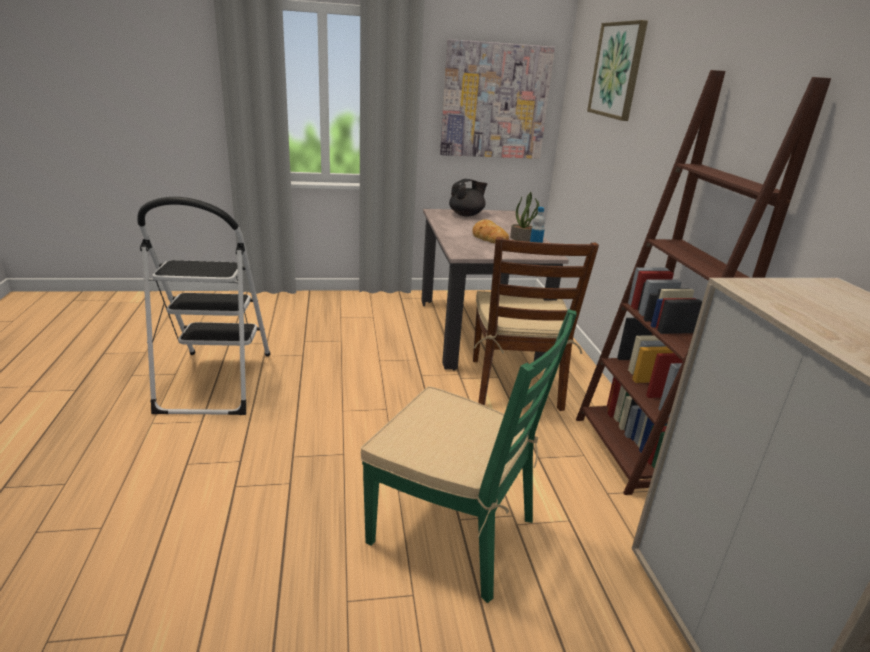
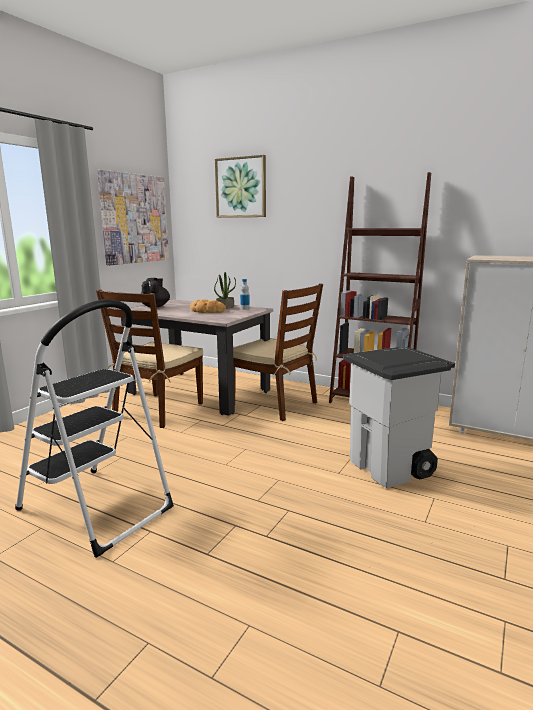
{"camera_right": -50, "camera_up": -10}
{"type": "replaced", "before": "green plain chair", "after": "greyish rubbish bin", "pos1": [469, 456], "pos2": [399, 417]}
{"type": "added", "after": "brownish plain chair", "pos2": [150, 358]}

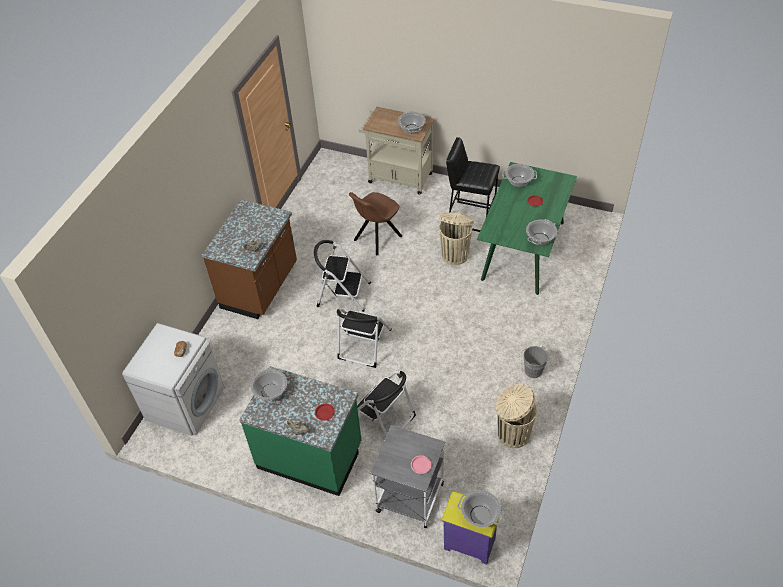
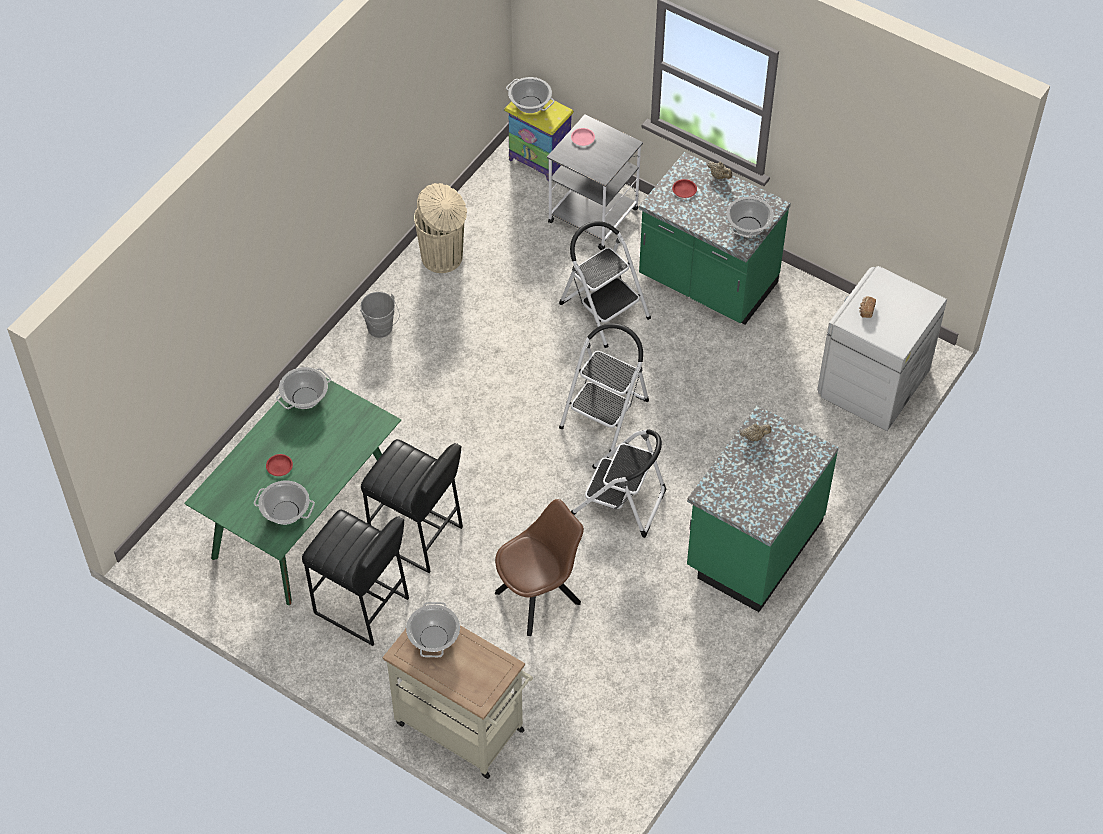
{"camera_right": -170, "camera_up": 5}
{"type": "recoloured", "before": "brownish counter", "after": "green counter", "pos1": [249, 259], "pos2": [763, 508]}
{"type": "replaced", "before": "beige rubbish bin", "after": "black-coloured stool seat", "pos1": [456, 238], "pos2": [412, 506]}

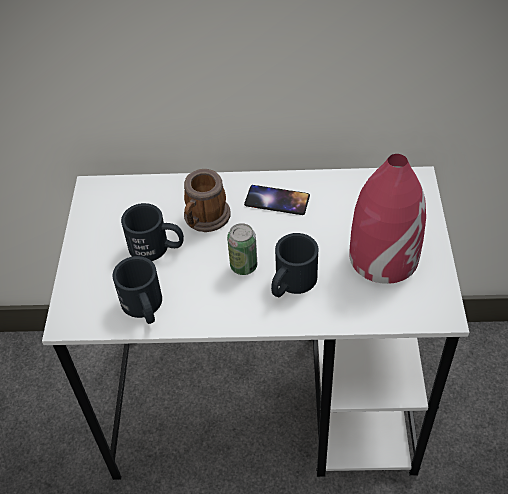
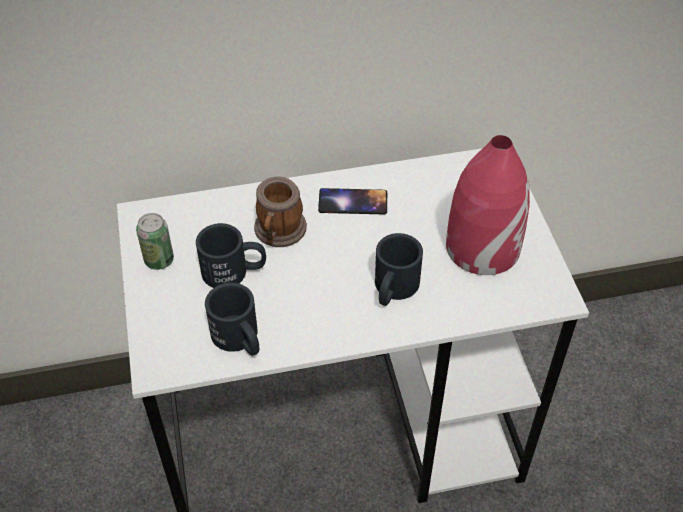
{"camera_right": -15, "camera_up": 0}
{"type": "moved", "before": "sealed can", "pos1": [242, 249], "pos2": [155, 241]}

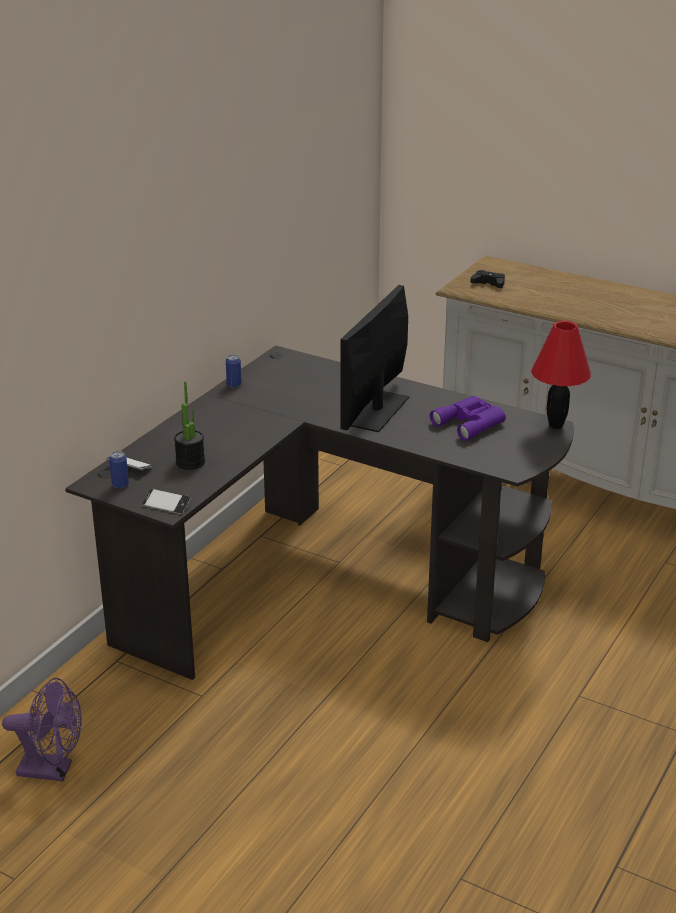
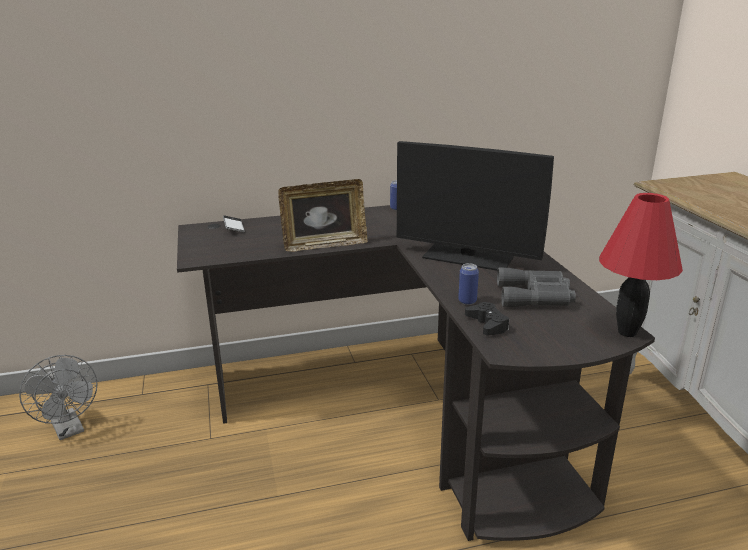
{"camera_right": 45, "camera_up": -5}
{"type": "moved", "before": "black-coloured gamepad", "pos1": [488, 279], "pos2": [487, 318]}
{"type": "turned", "before": "computer display", "pos1": [374, 358], "pos2": [475, 206], "turn": -135}
{"type": "removed", "before": "plant in a pot", "pos1": [189, 425]}
{"type": "recoloured", "before": "purple pair of binoculars", "after": "greyish pair of binoculars", "pos1": [468, 418], "pos2": [536, 287]}
{"type": "moved", "before": "sealed can", "pos1": [119, 469], "pos2": [468, 284]}
{"type": "removed", "before": "handset", "pos1": [166, 502]}
{"type": "recoloured", "before": "purple cooling fan", "after": "greyish cooling fan", "pos1": [42, 729], "pos2": [58, 397]}
{"type": "added", "after": "picture frame", "pos2": [323, 215]}

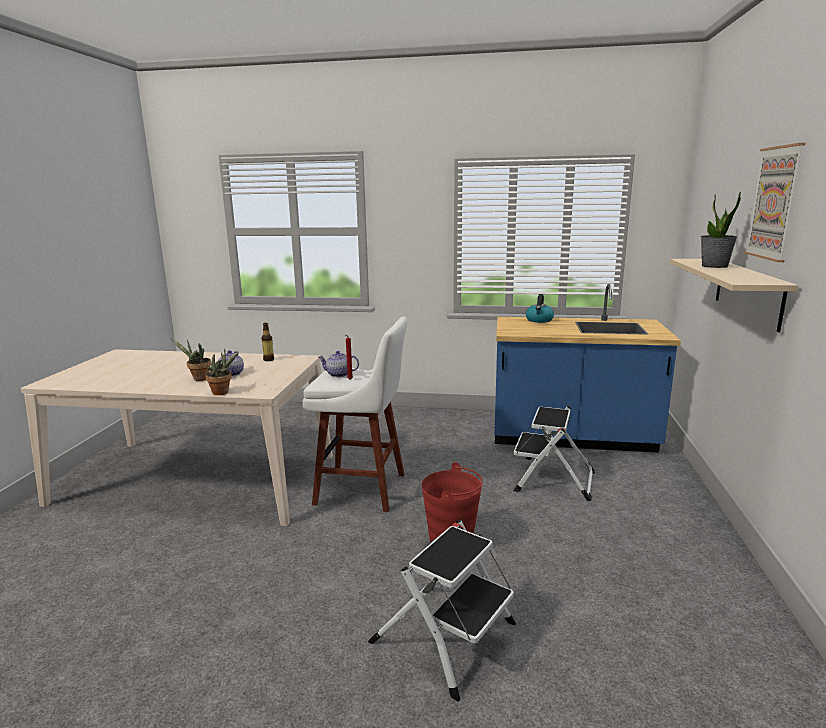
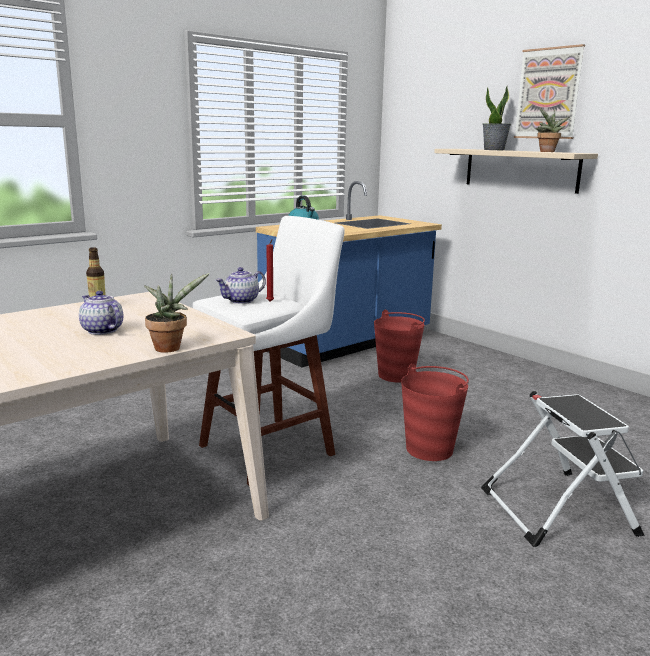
{"camera_right": -50, "camera_up": 0}
{"type": "moved", "before": "plant in a pot", "pos1": [191, 360], "pos2": [553, 129]}
{"type": "replaced", "before": "step ladder", "after": "reddish bucket", "pos1": [554, 453], "pos2": [399, 346]}

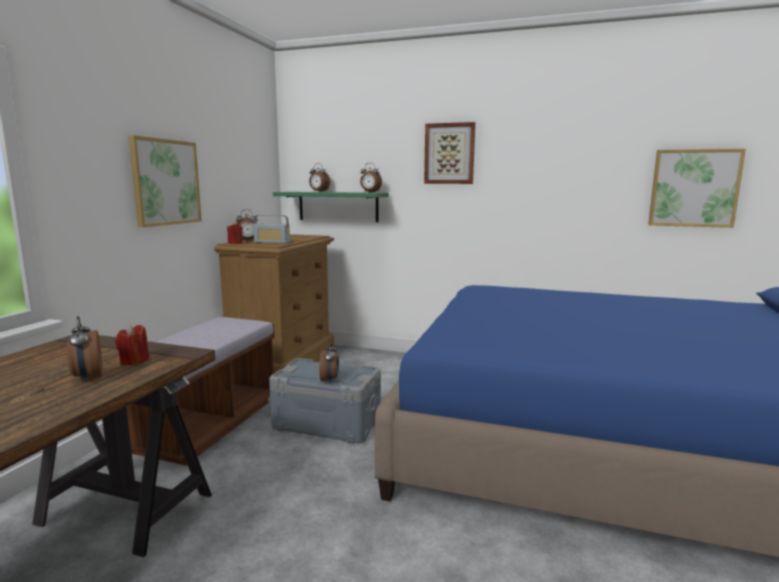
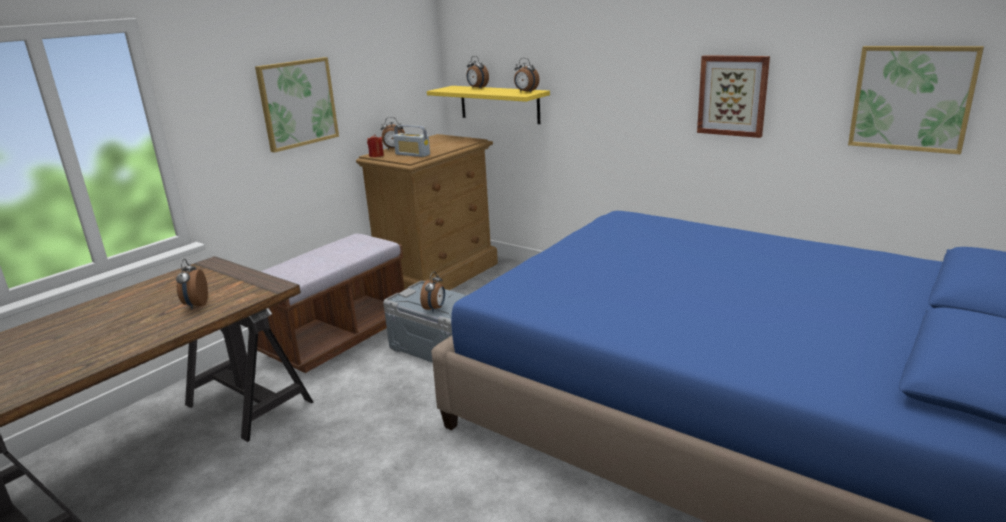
{"camera_right": 20, "camera_up": 10}
{"type": "moved", "before": "wall picture", "pos1": [449, 153], "pos2": [733, 96]}
{"type": "recoloured", "before": "green shelf", "after": "yellow-coloured shelf", "pos1": [331, 207], "pos2": [488, 105]}
{"type": "removed", "before": "reddish wax candle", "pos1": [132, 345]}

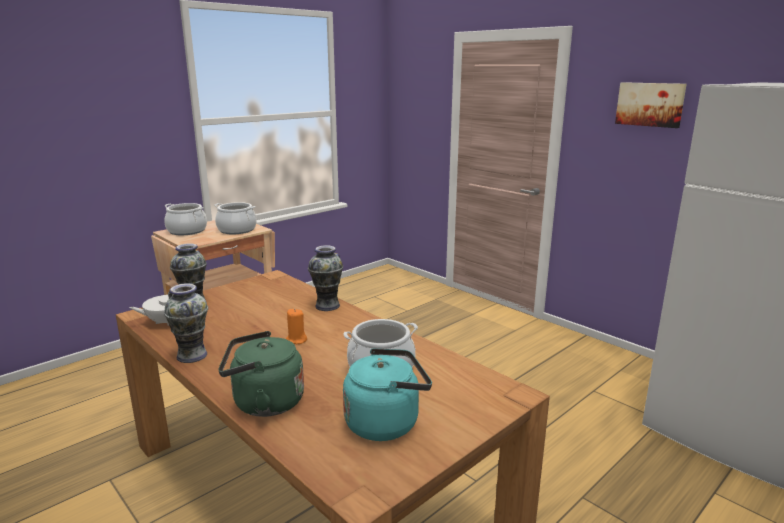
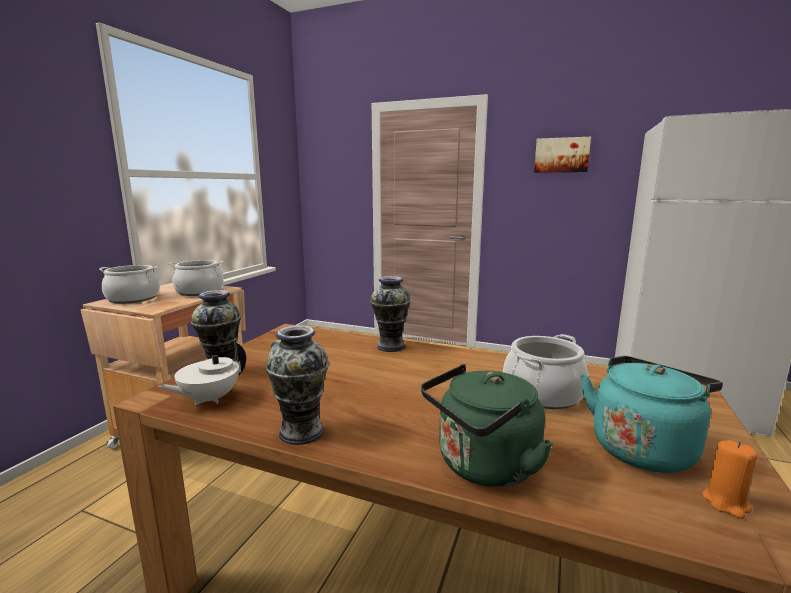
{"camera_right": -25, "camera_up": -5}
{"type": "moved", "before": "orange-coloured wax candle", "pos1": [296, 326], "pos2": [730, 479]}

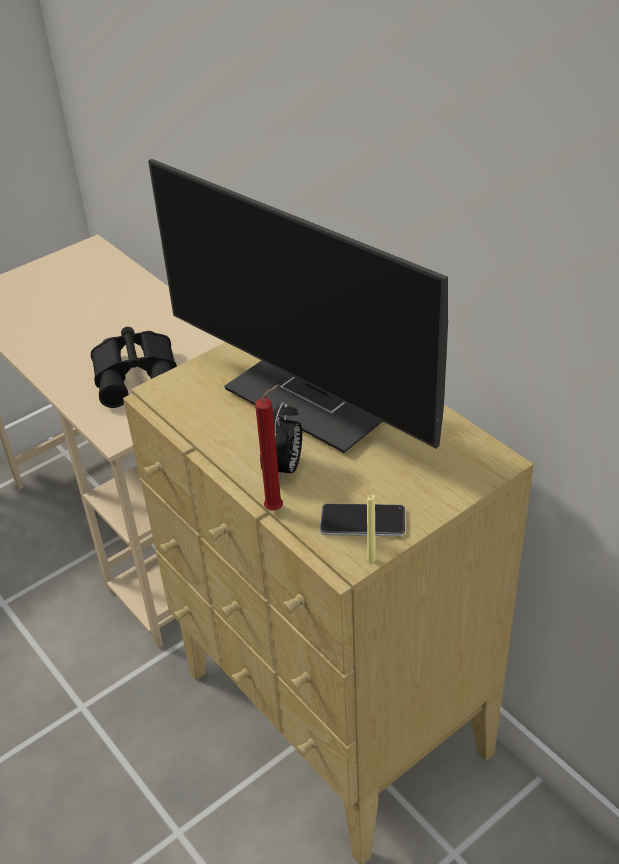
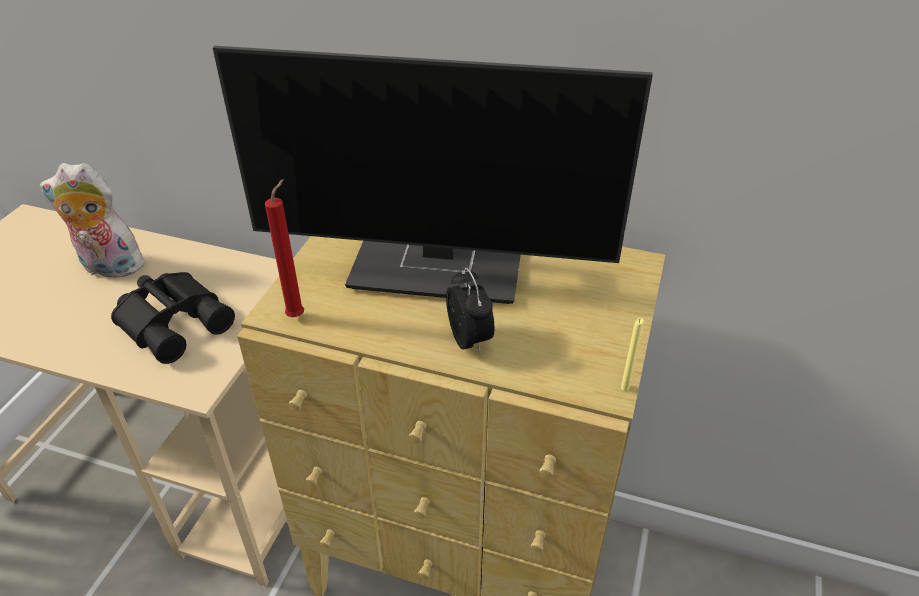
{"camera_right": -35, "camera_up": 0}
{"type": "moved", "before": "reddish wax candle", "pos1": [269, 448], "pos2": [284, 248]}
{"type": "removed", "before": "handset", "pos1": [362, 519]}
{"type": "added", "after": "plush toy", "pos2": [93, 220]}

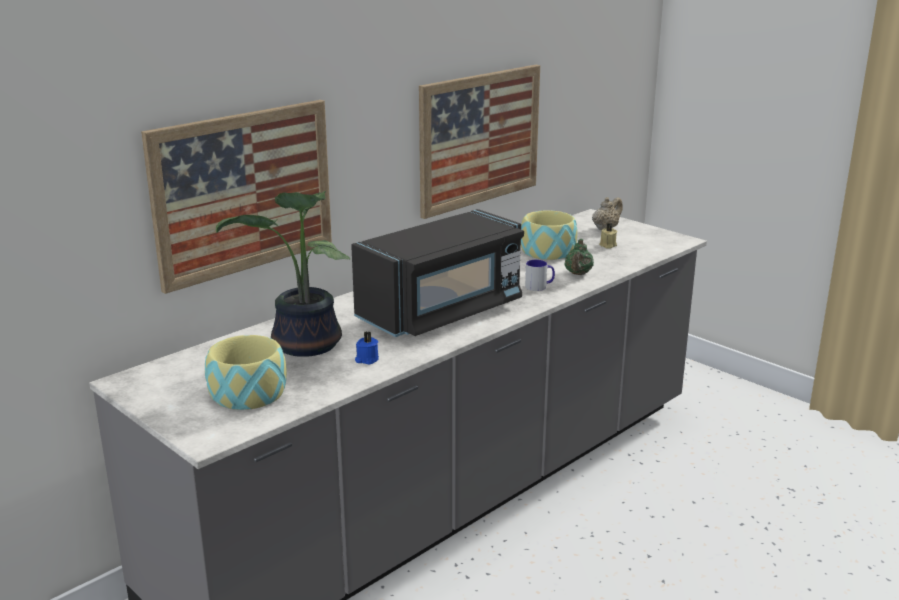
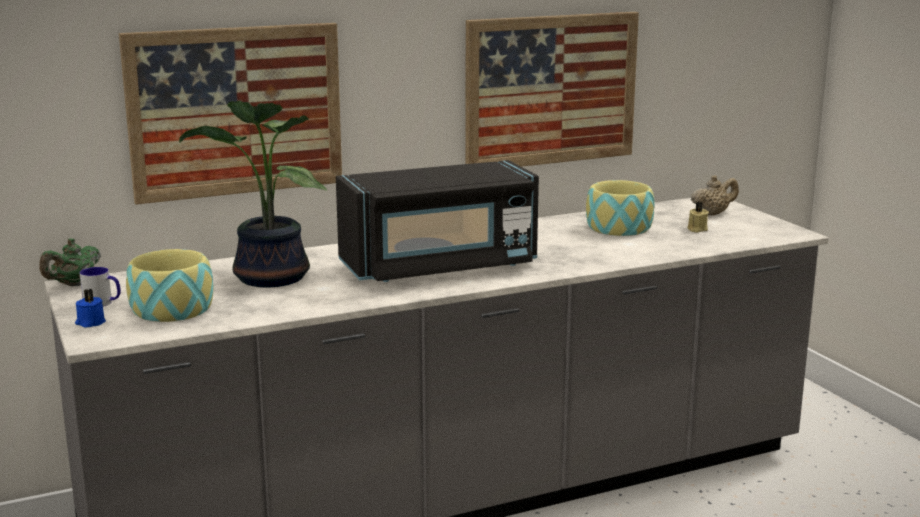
{"camera_right": 20, "camera_up": -5}
{"type": "moved", "before": "green tea pot", "pos1": [579, 257], "pos2": [70, 262]}
{"type": "moved", "before": "mug", "pos1": [540, 275], "pos2": [100, 287]}
{"type": "moved", "before": "blue wax candle", "pos1": [367, 348], "pos2": [90, 308]}

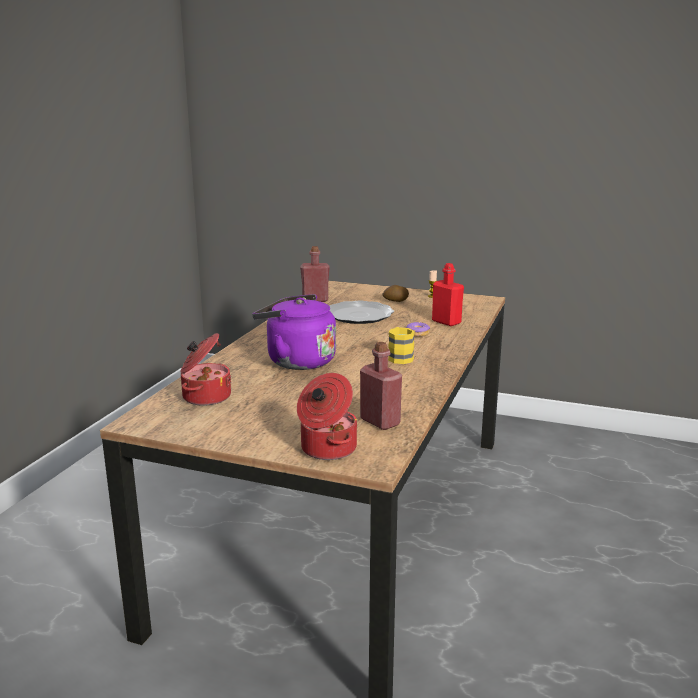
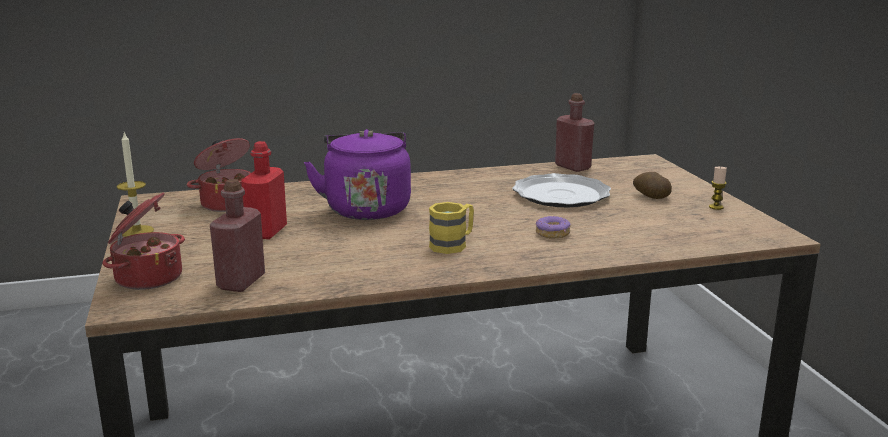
{"camera_right": 55, "camera_up": 0}
{"type": "moved", "before": "reddish beverage bottle", "pos1": [448, 294], "pos2": [264, 190]}
{"type": "added", "after": "wax candle", "pos2": [135, 185]}

